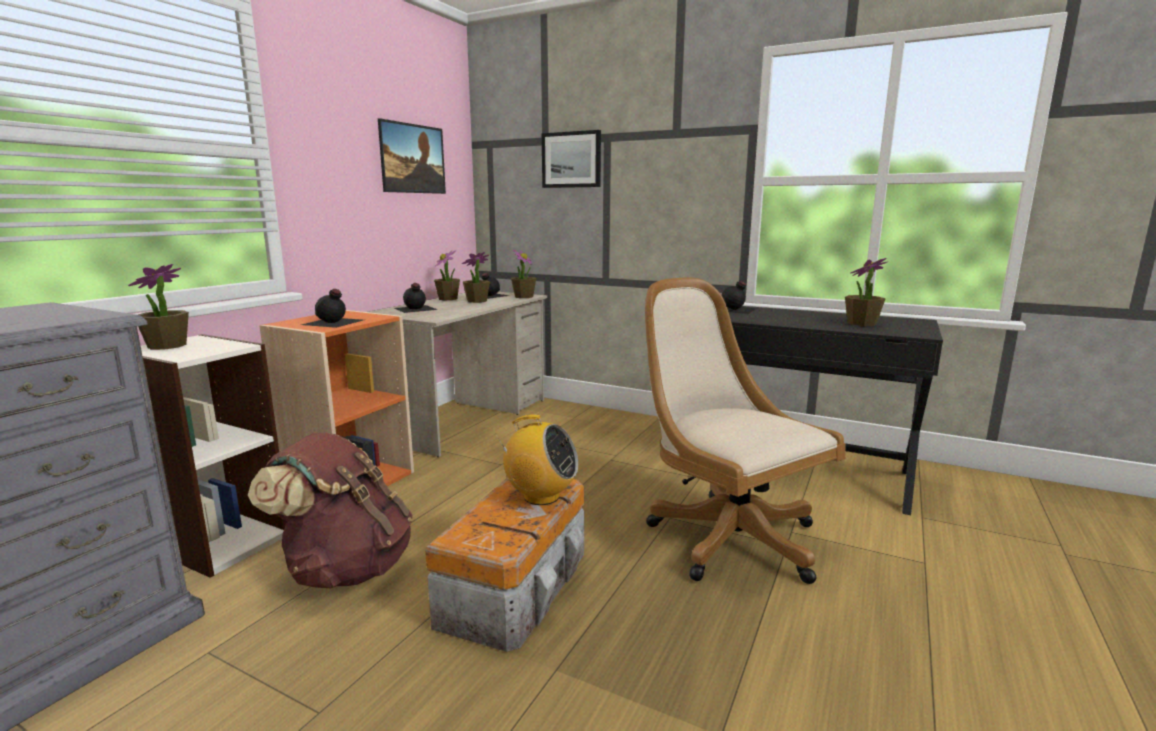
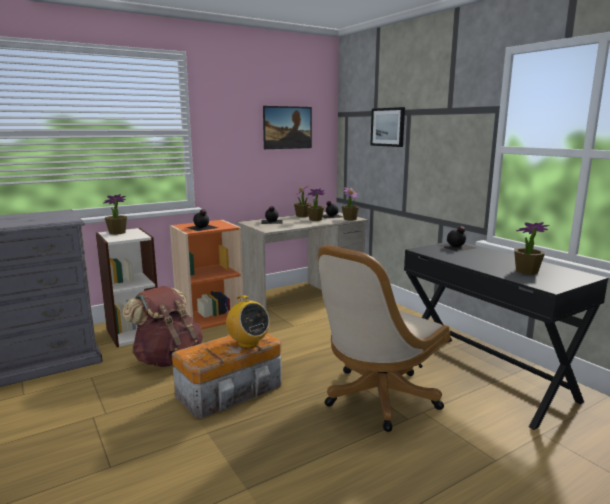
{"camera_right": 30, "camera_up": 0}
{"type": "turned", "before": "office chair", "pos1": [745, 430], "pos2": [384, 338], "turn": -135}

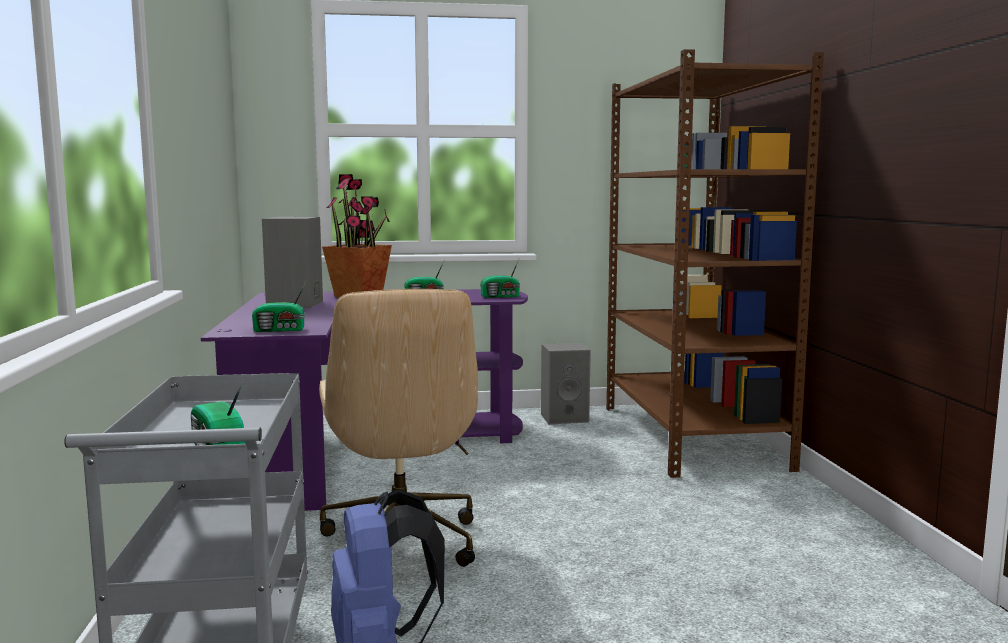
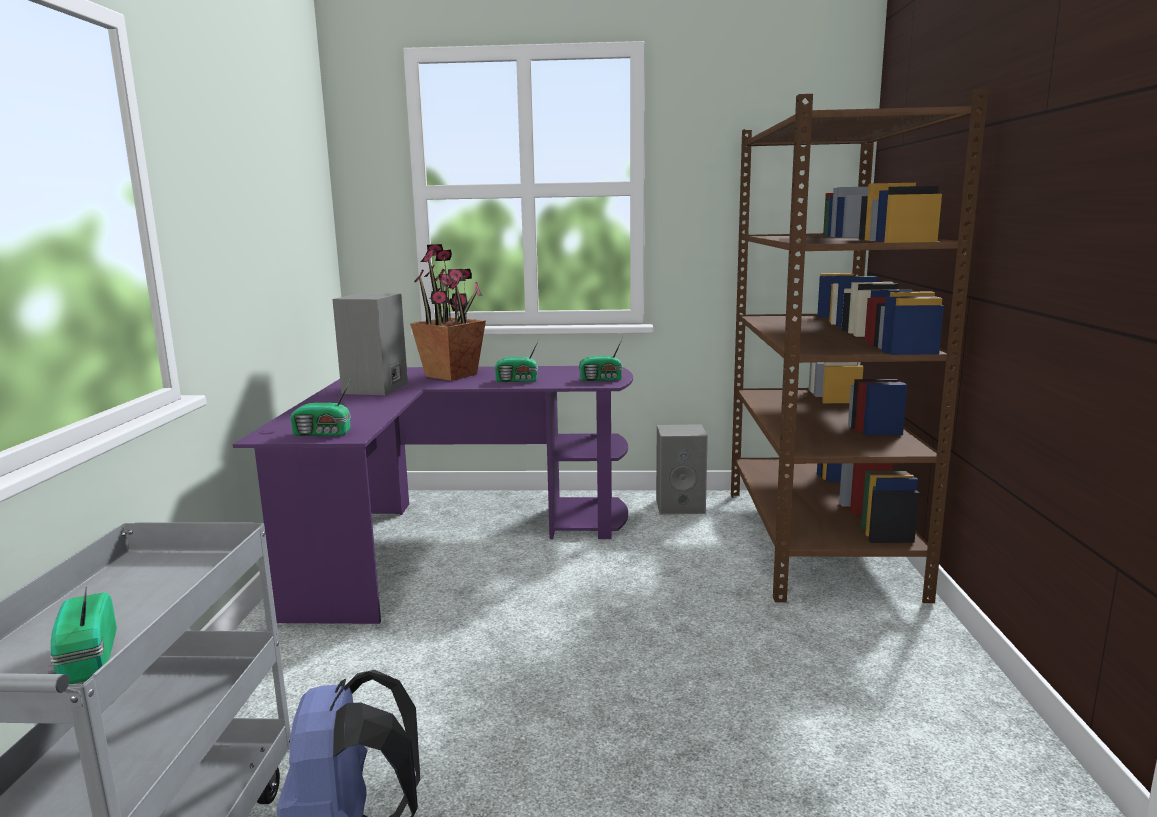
{"camera_right": 10, "camera_up": 5}
{"type": "removed", "before": "beige office chair", "pos1": [398, 428]}

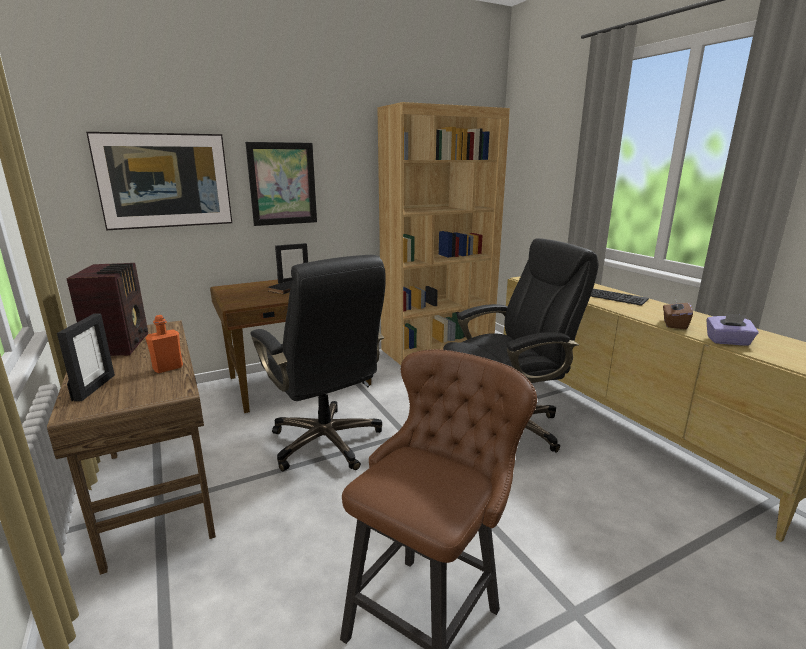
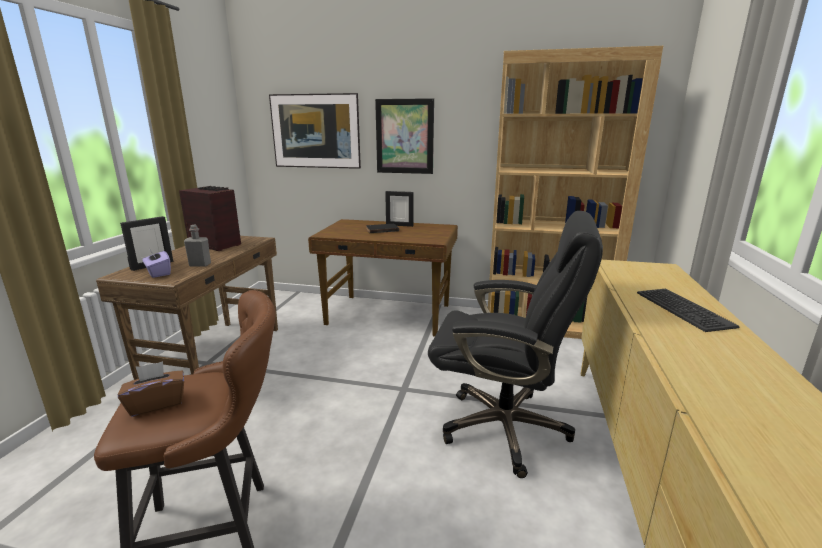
{"camera_right": 40, "camera_up": 0}
{"type": "removed", "before": "black-coloured office chair", "pos1": [318, 363]}
{"type": "turned", "before": "radio", "pos1": [107, 309], "pos2": [210, 218], "turn": -90}
{"type": "moved", "before": "brownish tissue holder", "pos1": [678, 313], "pos2": [151, 389]}
{"type": "moved", "before": "purple tissue holder", "pos1": [733, 329], "pos2": [156, 263]}
{"type": "recoloured", "before": "orange-coloured beverage bottle", "after": "greyish beverage bottle", "pos1": [164, 344], "pos2": [197, 246]}

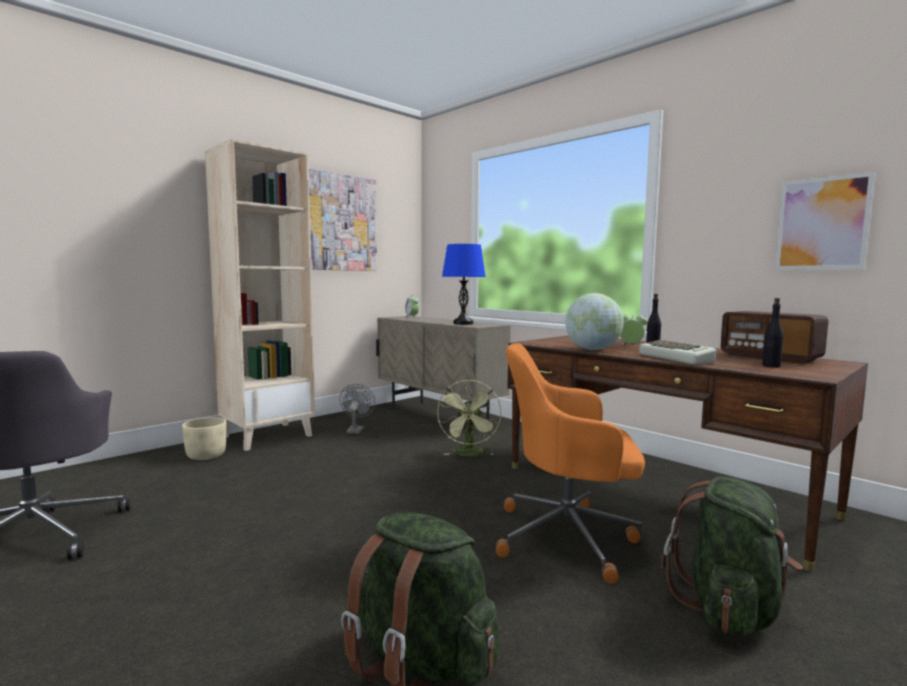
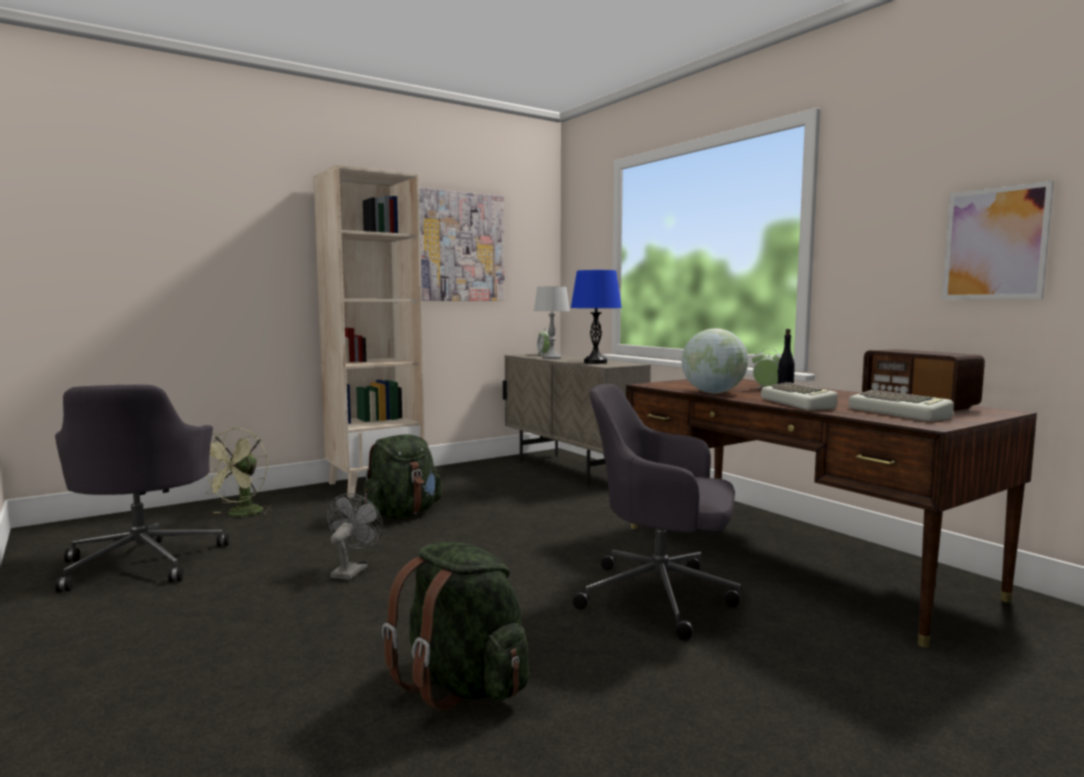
{"camera_right": 10, "camera_up": 0}
{"type": "replaced", "before": "black-coloured beverage bottle", "after": "computer keyboard", "pos1": [772, 333], "pos2": [901, 405]}
{"type": "recoloured", "before": "orange-coloured office chair", "after": "greyish office chair", "pos1": [570, 463], "pos2": [657, 512]}
{"type": "moved", "before": "green cooling fan", "pos1": [469, 418], "pos2": [240, 472]}
{"type": "moved", "before": "greyish cooling fan", "pos1": [357, 409], "pos2": [355, 536]}
{"type": "removed", "before": "beige planter", "pos1": [204, 438]}
{"type": "moved", "before": "green knapsack", "pos1": [732, 556], "pos2": [402, 476]}
{"type": "added", "after": "greyish tabletop lamp", "pos2": [552, 322]}

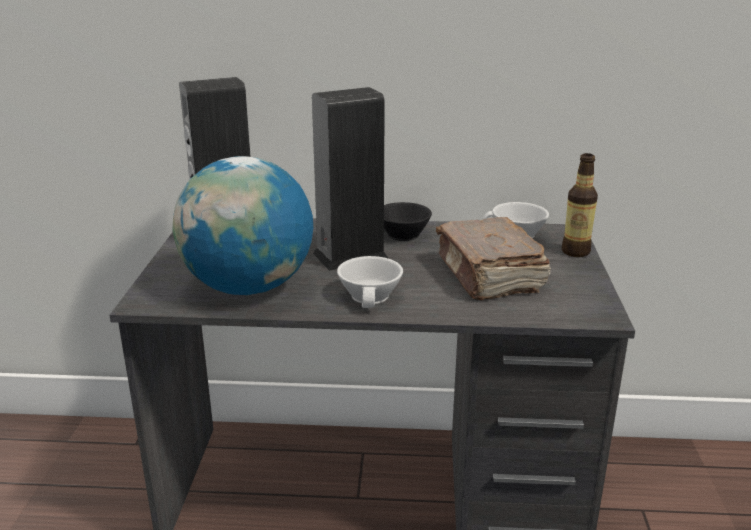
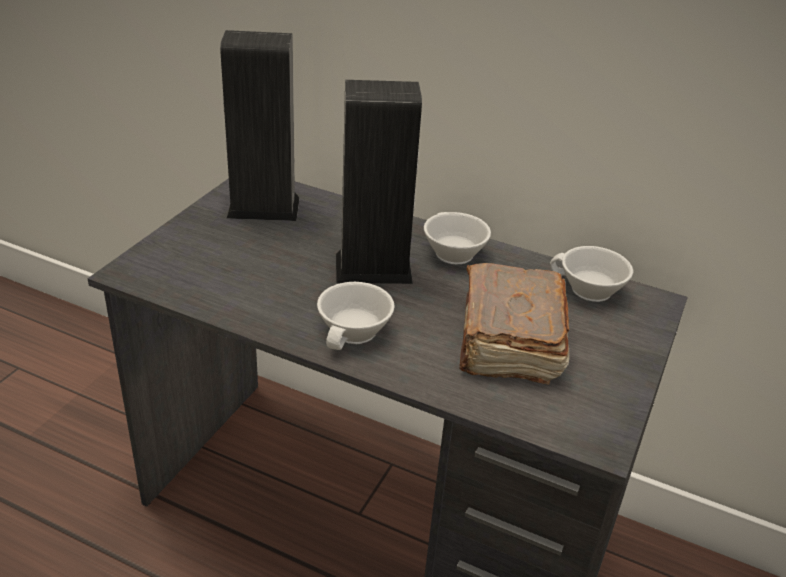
{"camera_right": 20, "camera_up": 10}
{"type": "removed", "before": "beverage bottle", "pos1": [580, 205]}
{"type": "removed", "before": "globe", "pos1": [243, 225]}
{"type": "recoloured", "before": "black-coloured drinking cup", "after": "white-coloured drinking cup", "pos1": [408, 221], "pos2": [457, 238]}

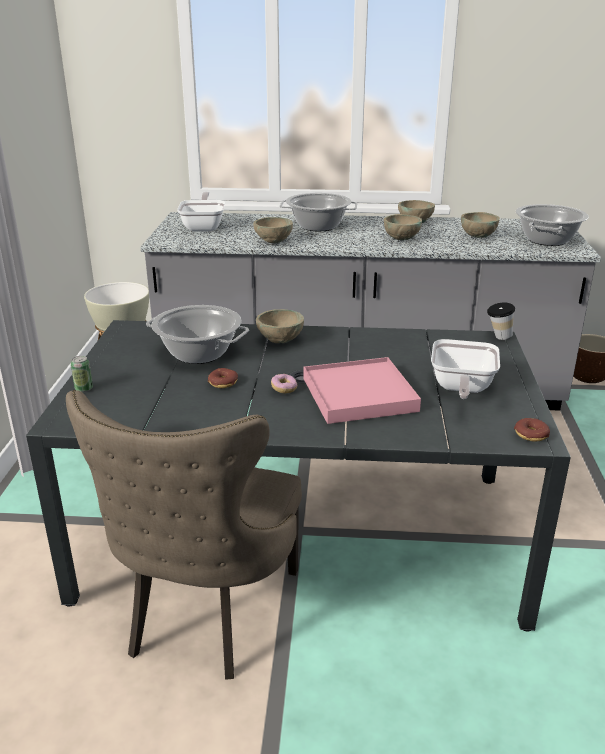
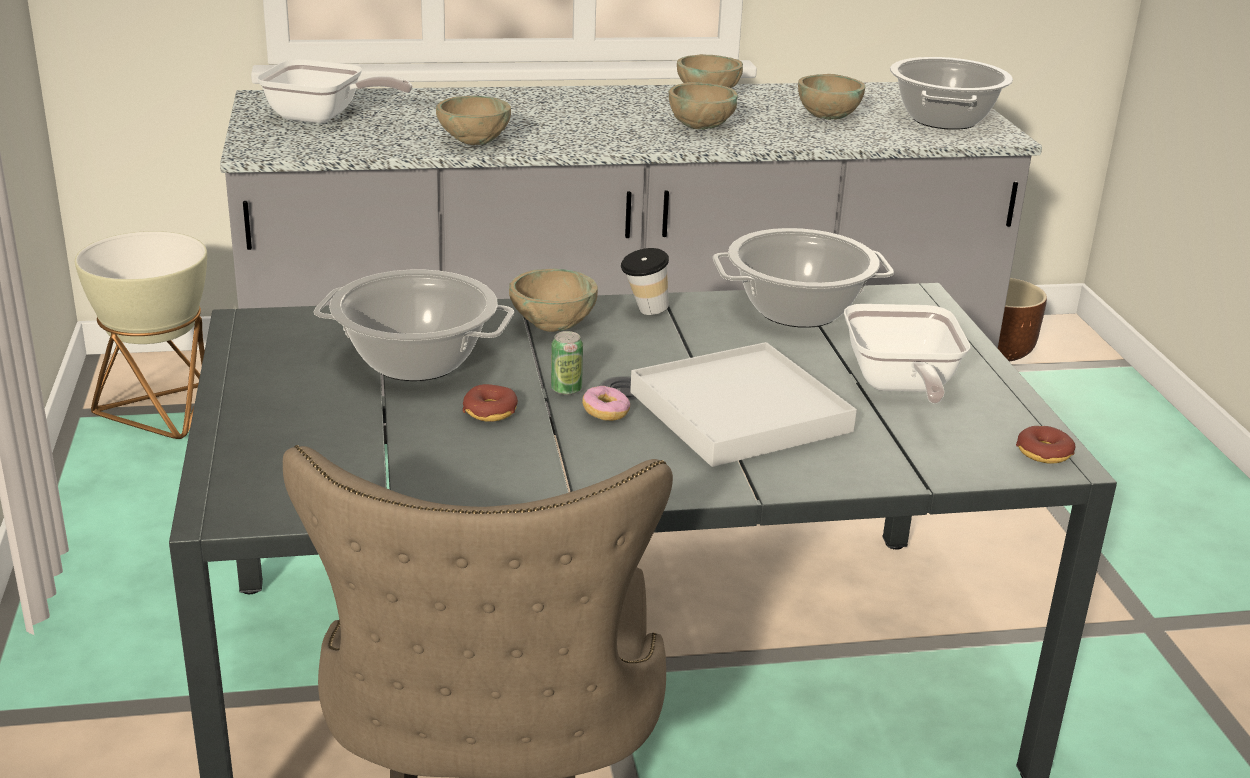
{"camera_right": -15, "camera_up": 0}
{"type": "turned", "before": "skillet", "pos1": [201, 212], "pos2": [334, 91], "turn": 120}
{"type": "moved", "before": "stockpot", "pos1": [318, 212], "pos2": [803, 278]}
{"type": "moved", "before": "drinking cup", "pos1": [501, 321], "pos2": [645, 281]}
{"type": "moved", "before": "sealed can", "pos1": [82, 374], "pos2": [567, 363]}
{"type": "recoloured", "before": "pink carrying tray", "after": "white-coloured carrying tray", "pos1": [362, 390], "pos2": [743, 404]}

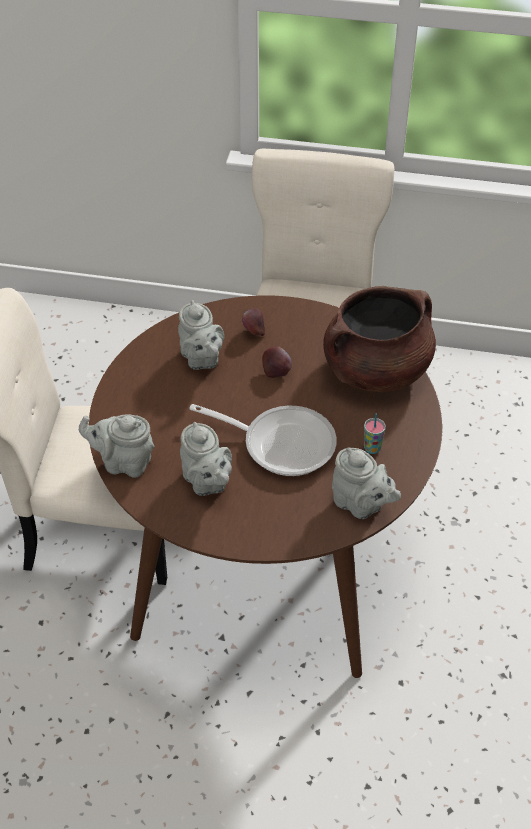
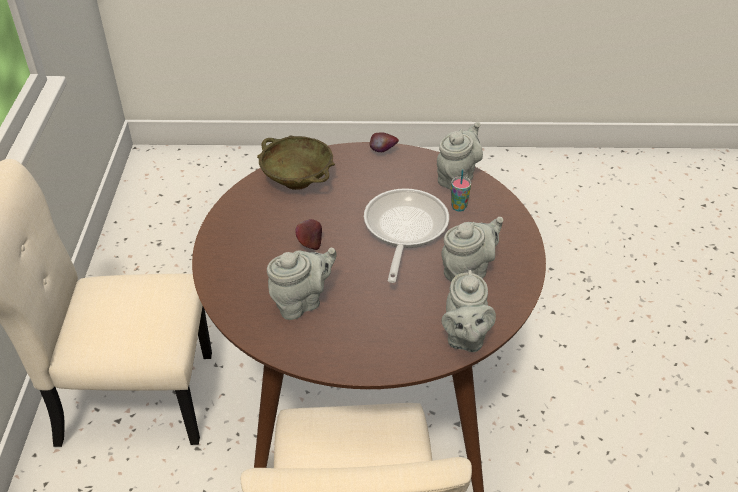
{"camera_right": -100, "camera_up": -5}
{"type": "replaced", "before": "brownish stockpot", "after": "beige bowl", "pos1": [379, 339], "pos2": [296, 163]}
{"type": "moved", "before": "apple fruit", "pos1": [253, 322], "pos2": [384, 142]}
{"type": "moved", "before": "drinking cup", "pos1": [375, 434], "pos2": [461, 190]}

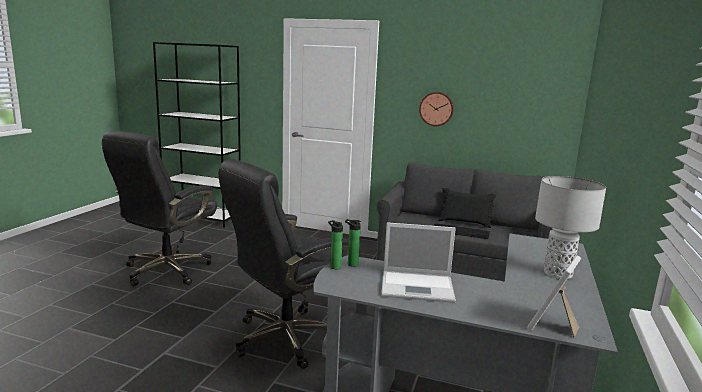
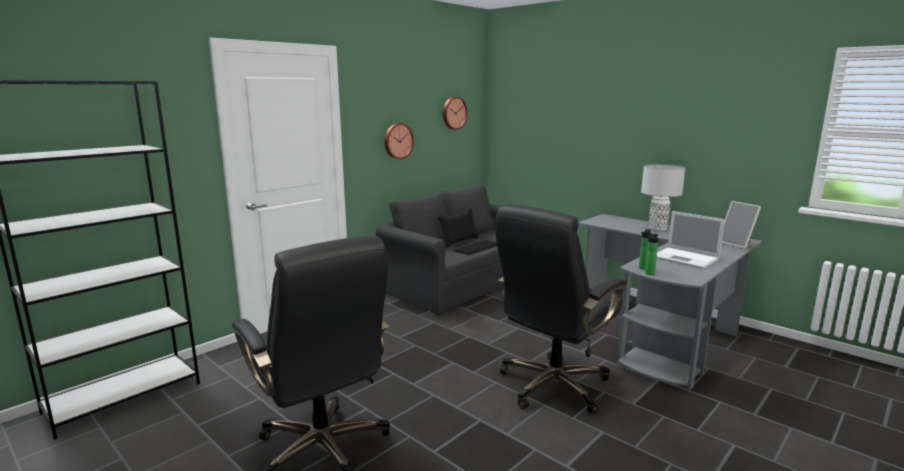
{"camera_right": -65, "camera_up": 0}
{"type": "turned", "before": "black-coloured office chair", "pos1": [284, 264], "pos2": [561, 309], "turn": 60}
{"type": "turned", "before": "notebook computer", "pos1": [418, 262], "pos2": [691, 240], "turn": 105}
{"type": "added", "after": "wall clock", "pos2": [455, 113]}

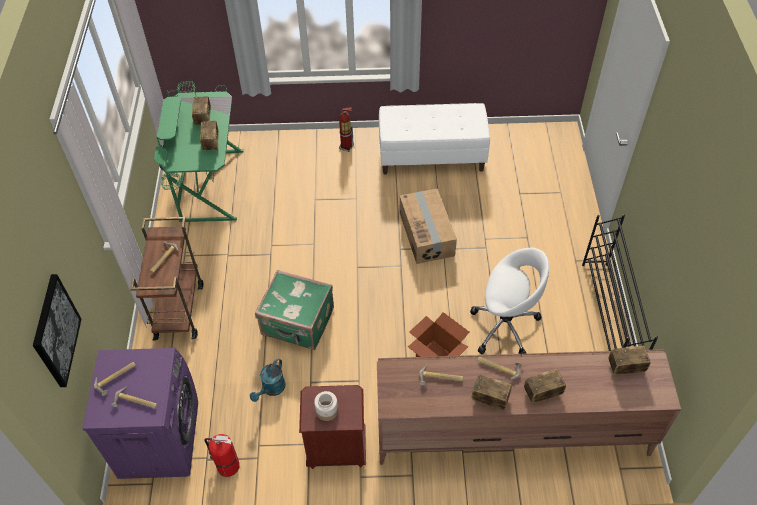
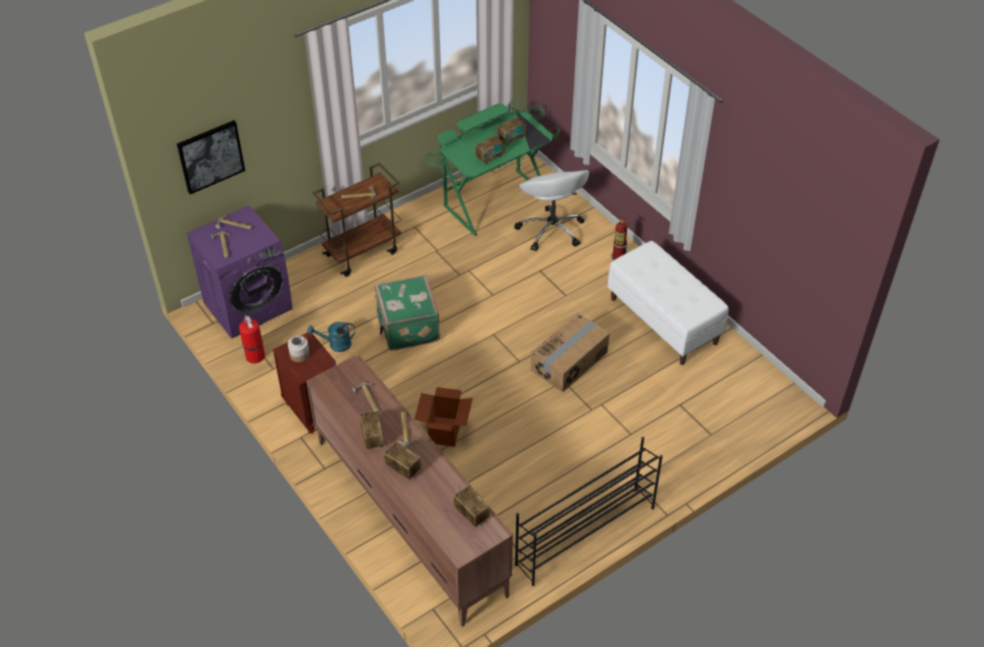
{"camera_right": 55, "camera_up": -5}
{"type": "moved", "before": "white-coloured office chair", "pos1": [509, 300], "pos2": [551, 210]}

